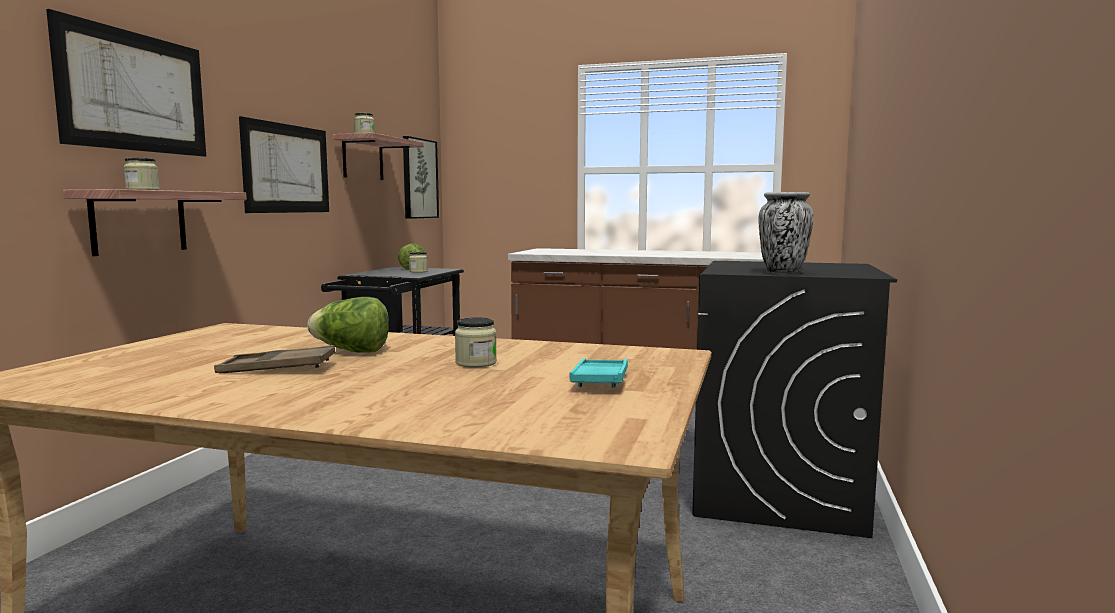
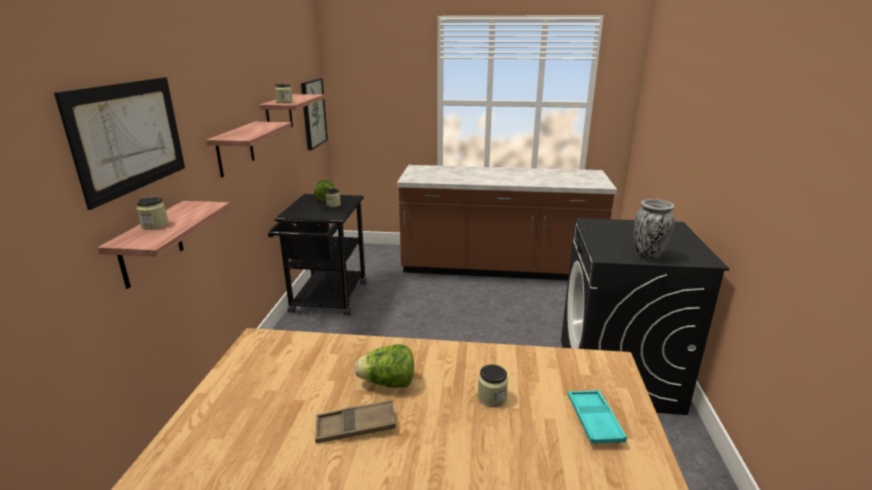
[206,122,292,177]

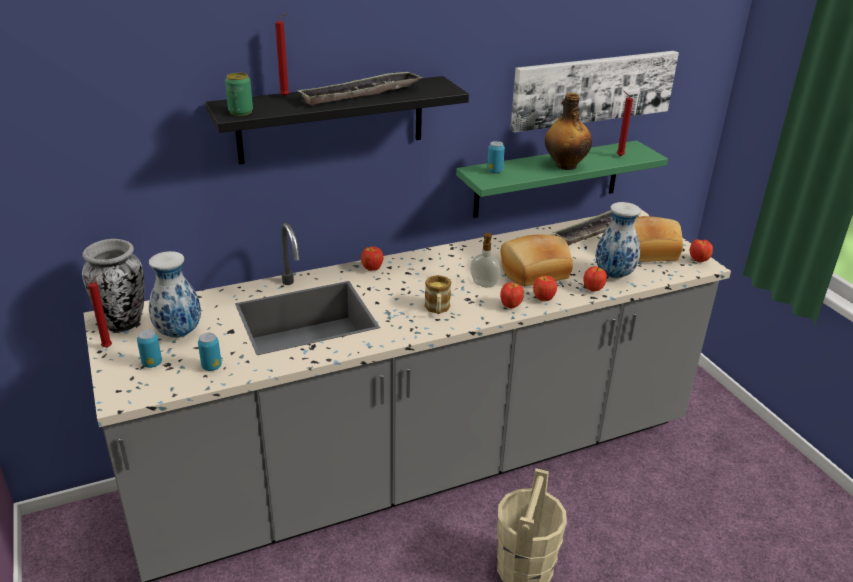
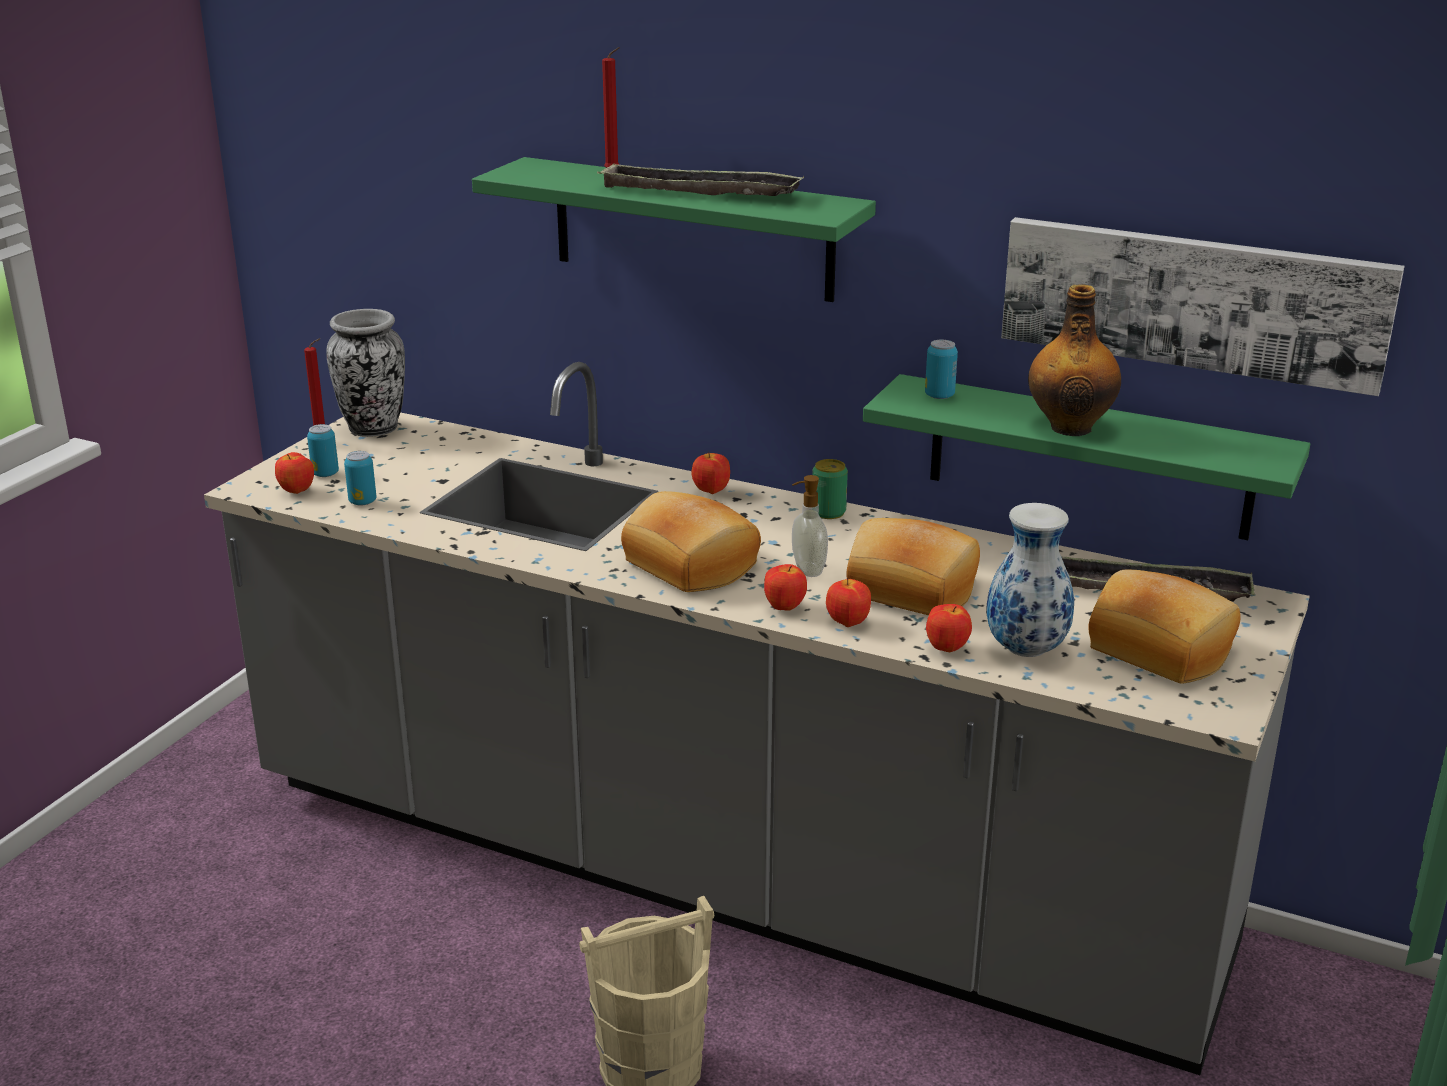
[275,452,314,494]
[472,157,876,302]
[621,491,761,592]
[812,459,848,519]
[149,251,201,338] (first image)
[617,91,633,156] (first image)

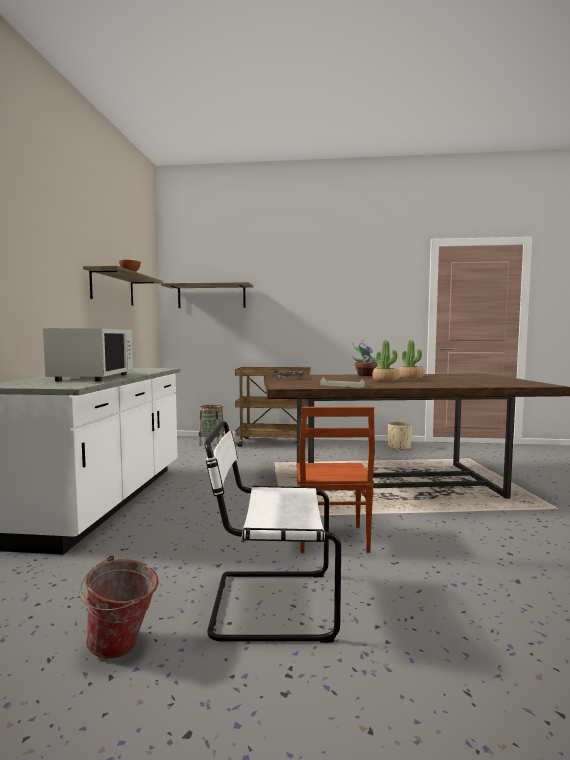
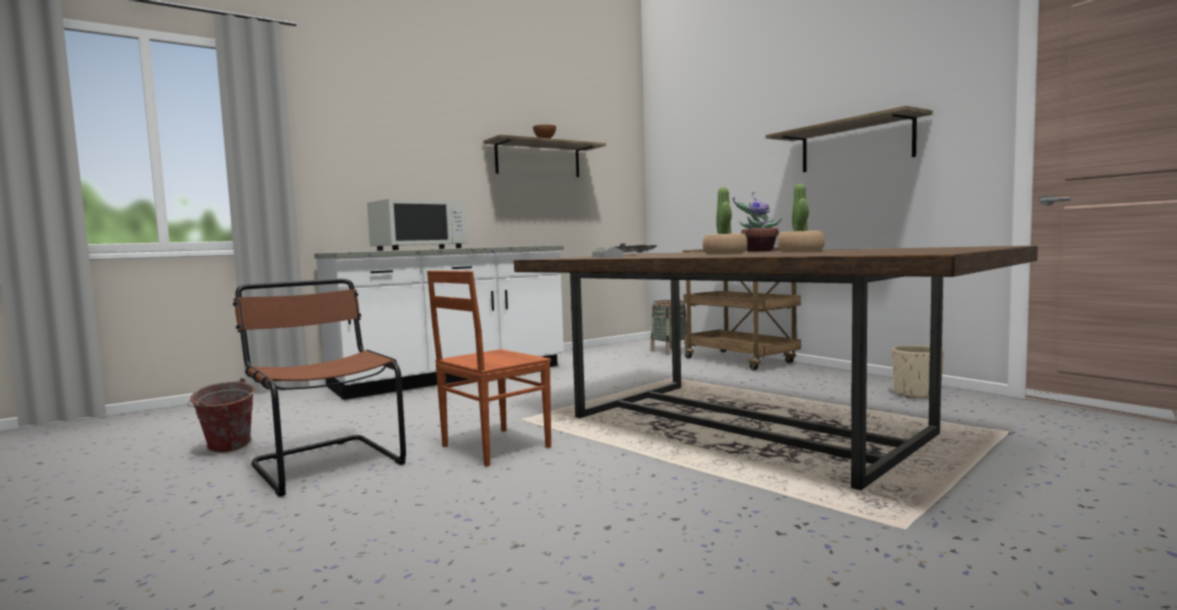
[233,278,406,497]
[766,106,933,172]

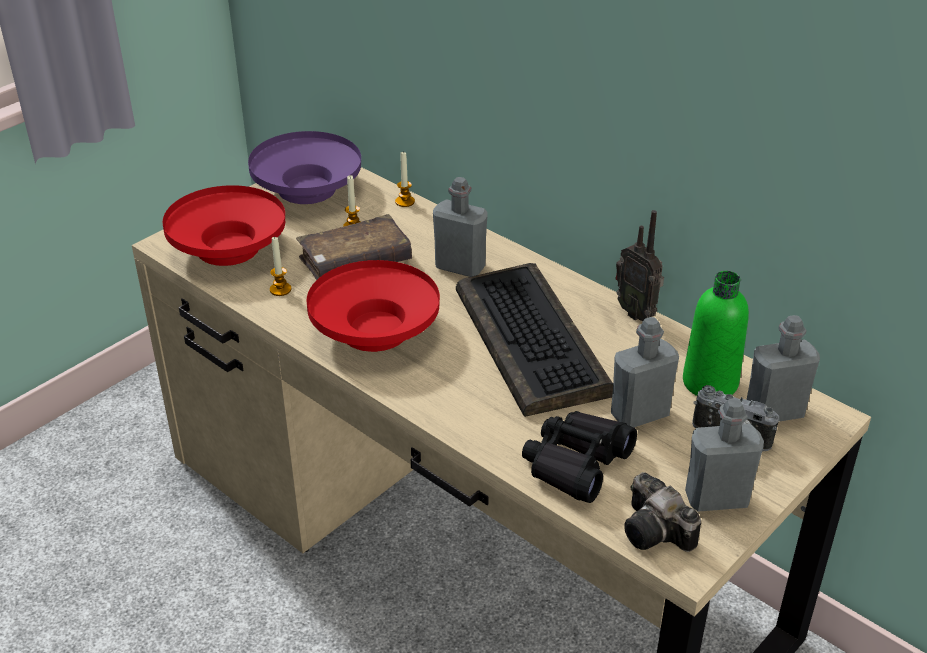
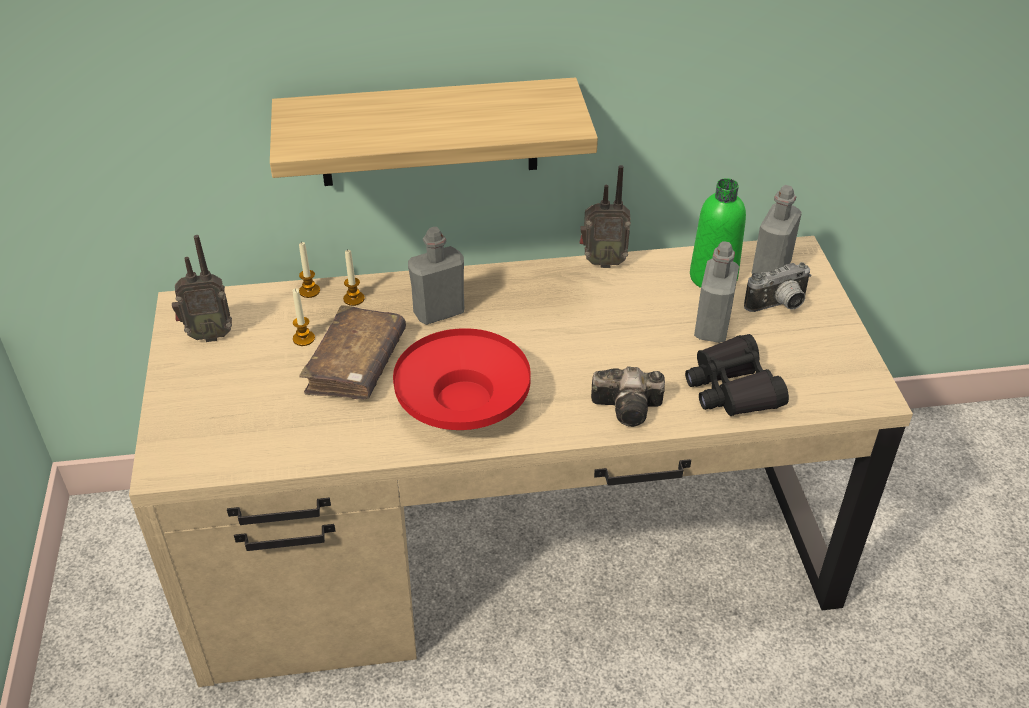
[172,235,232,342]
[270,78,598,186]
[343,249,365,306]
[591,366,665,427]
[163,185,285,266] (first image)
[456,263,613,417] (first image)
[685,399,764,512] (first image)

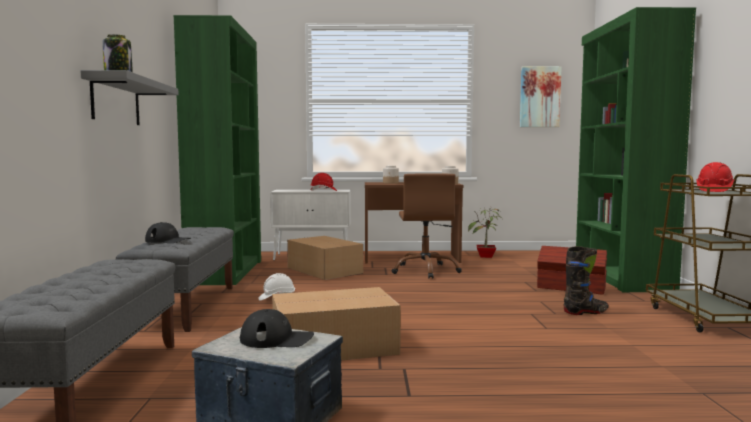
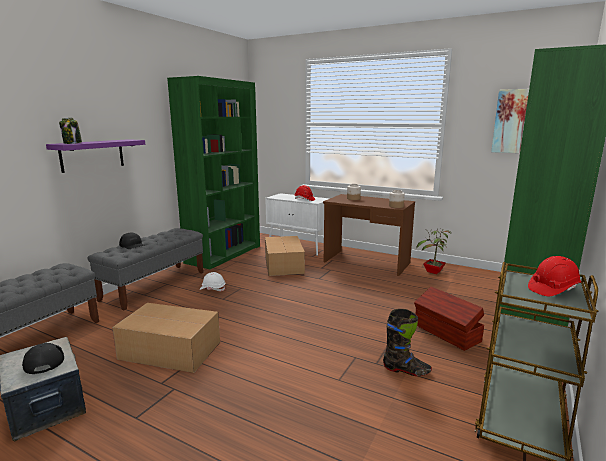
[22,343,64,374]
[46,139,145,173]
[391,173,462,279] (first image)

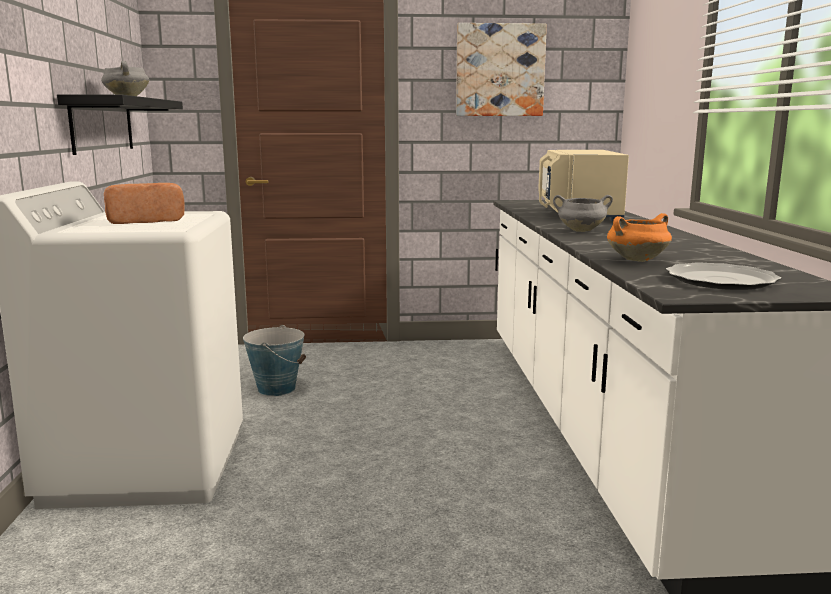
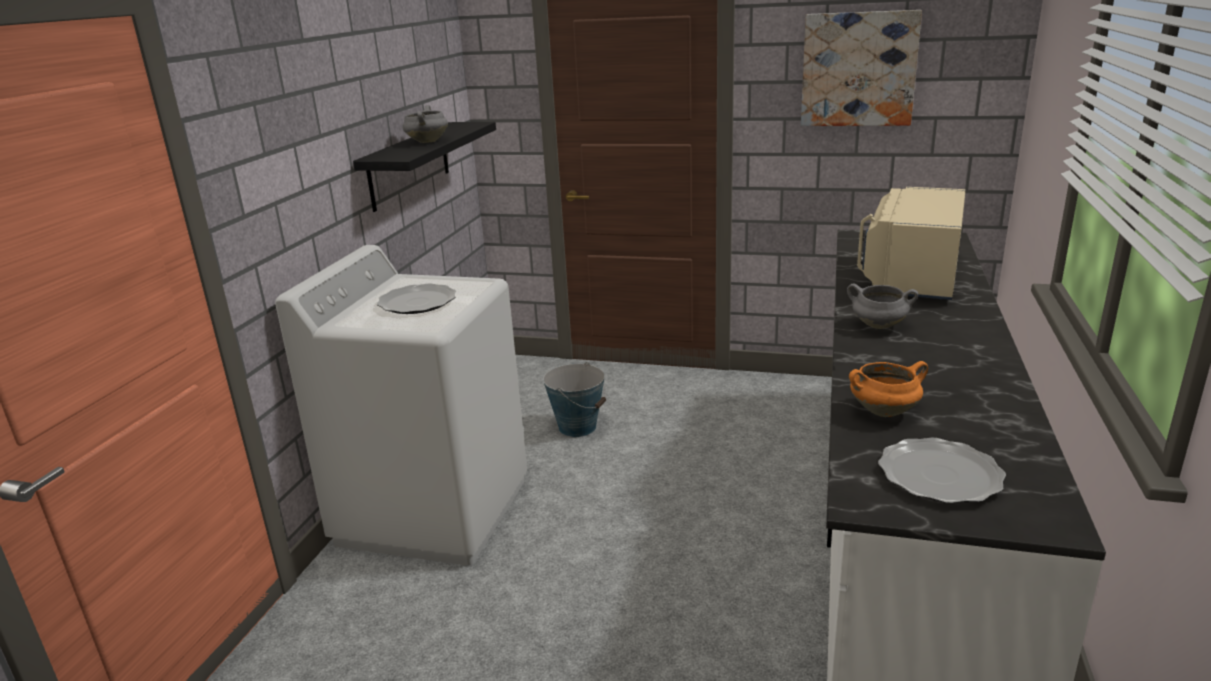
[377,283,456,314]

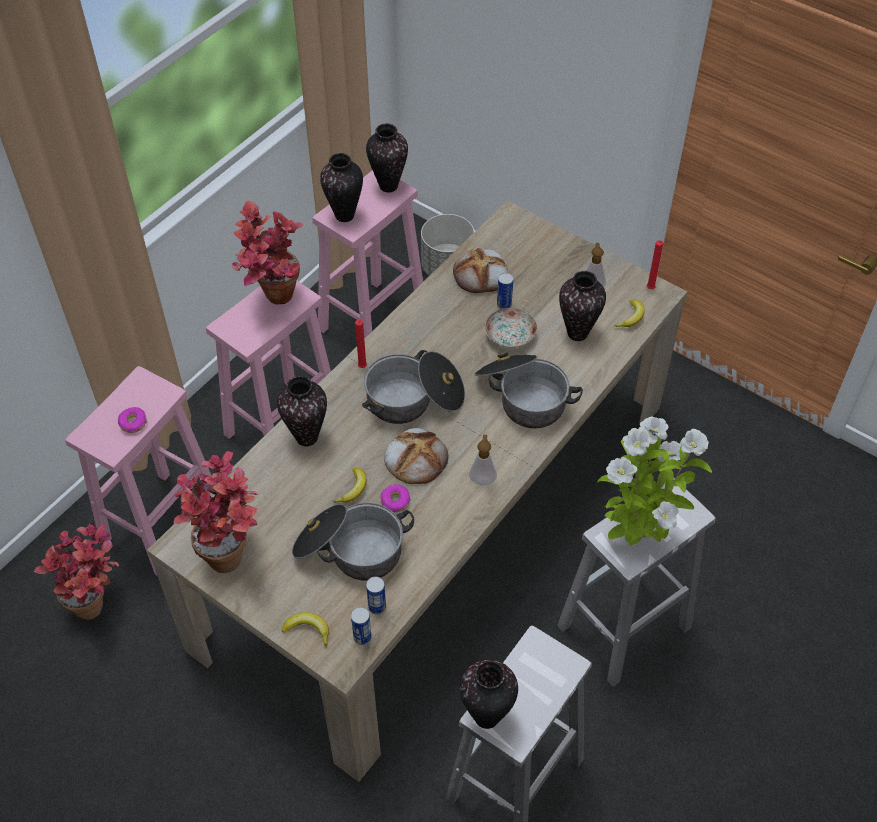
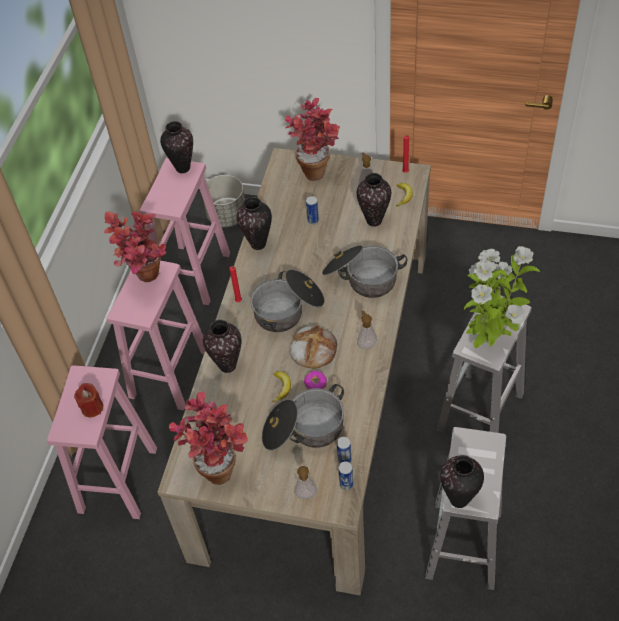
[74,383,103,417]
[237,197,272,250]
[285,98,340,181]
[294,466,317,499]
[453,248,508,293] (first image)
[485,308,537,348] (first image)

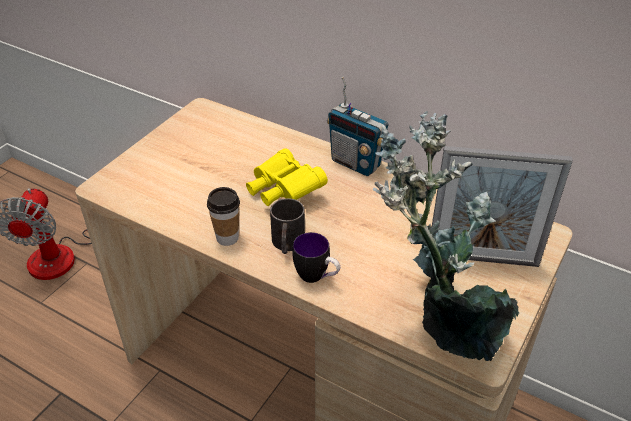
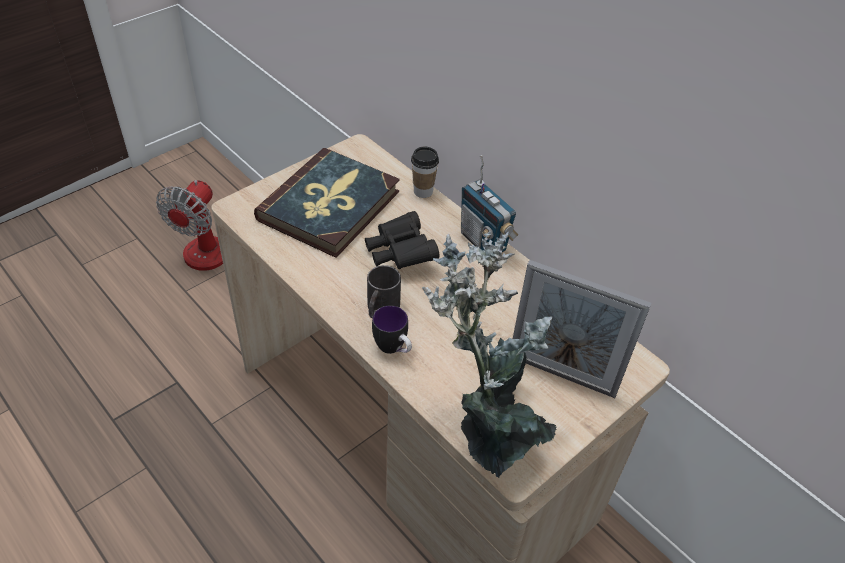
[254,148,400,258]
[365,211,440,269]
[411,147,439,198]

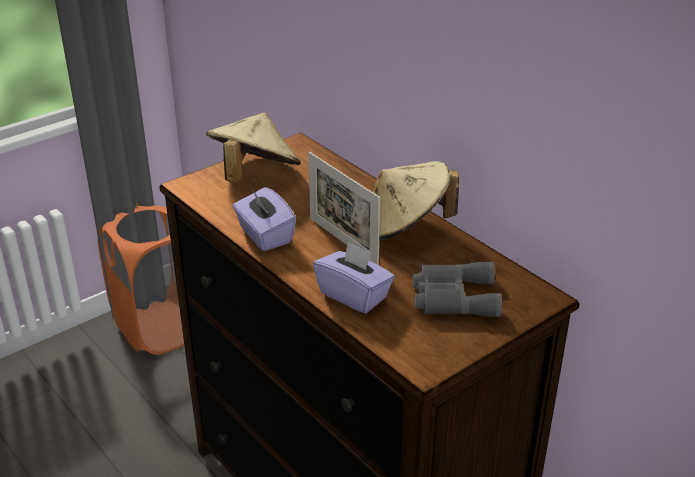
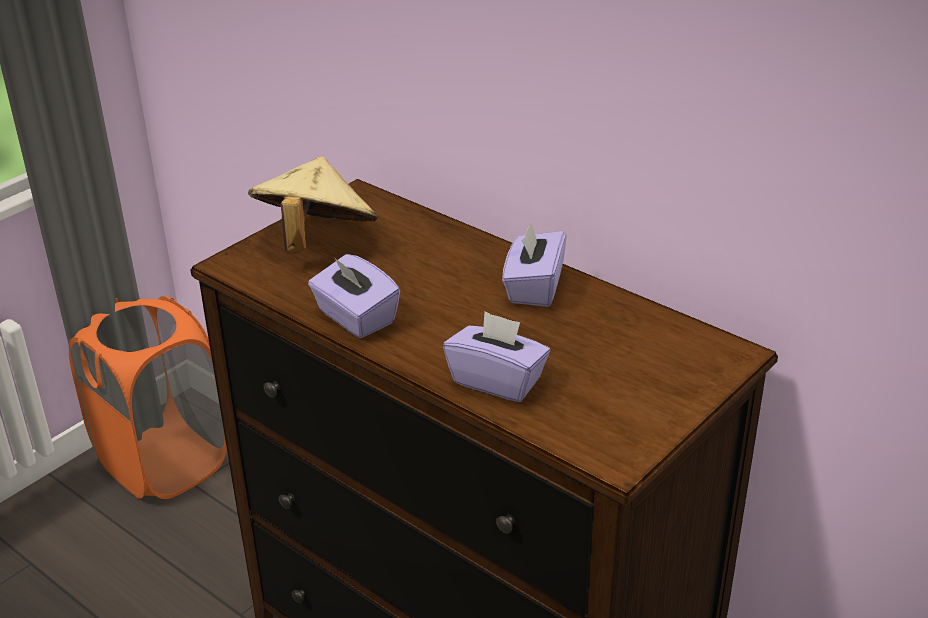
[502,223,567,307]
[308,152,380,265] (first image)
[412,262,502,317] (first image)

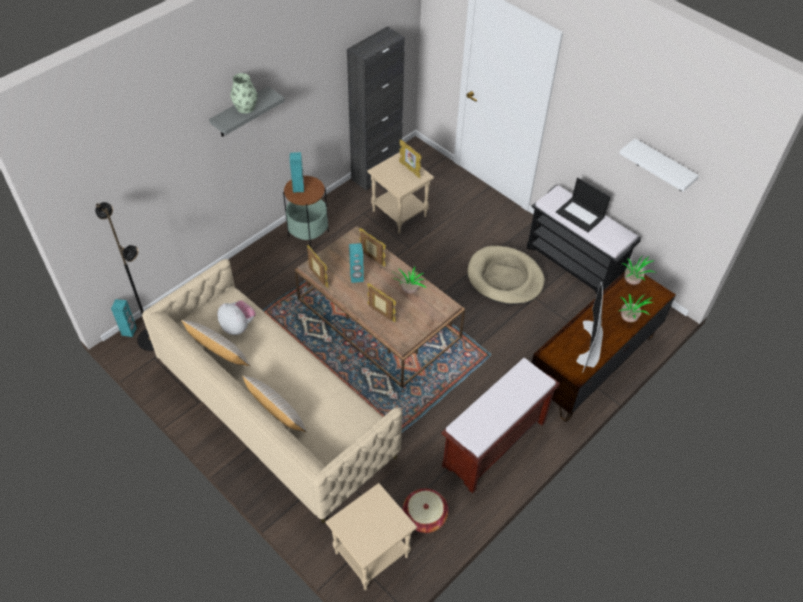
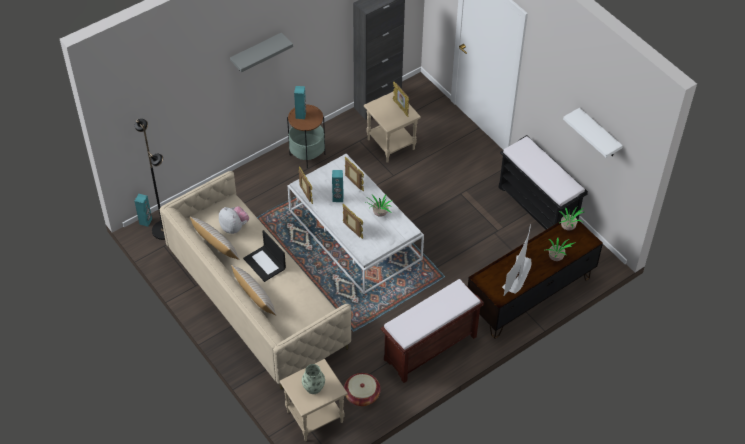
[243,230,286,282]
[288,154,424,294]
[302,364,325,394]
[467,246,545,305] (first image)

